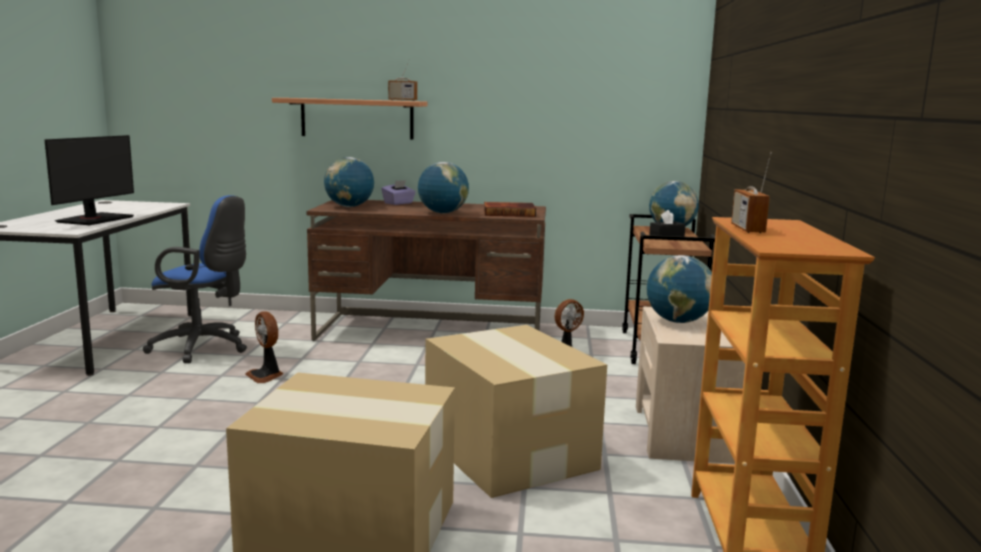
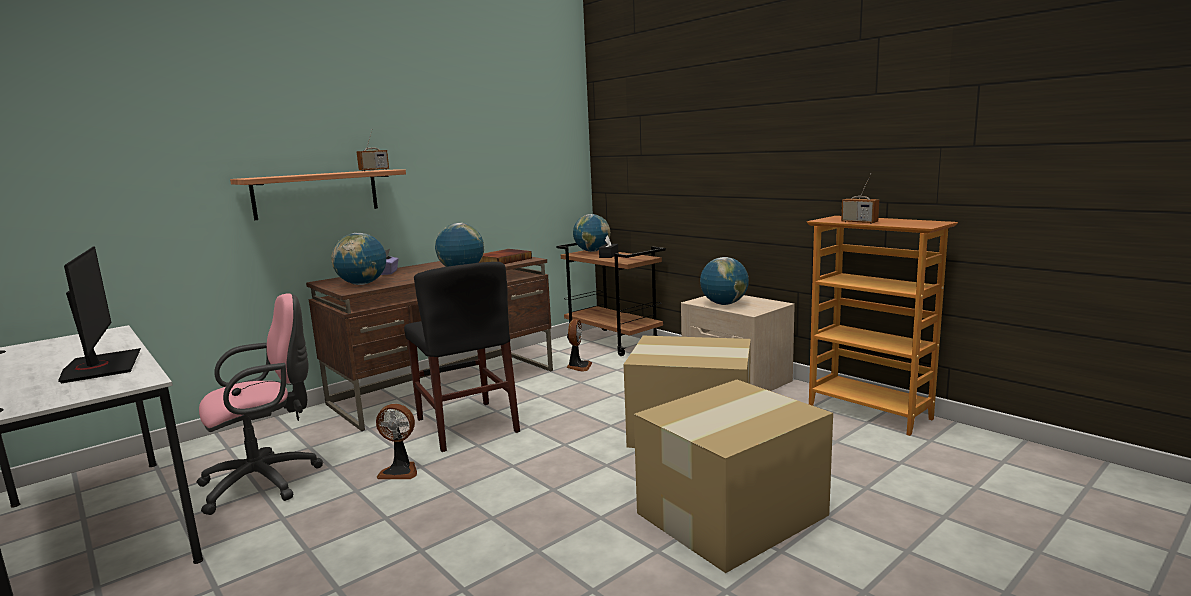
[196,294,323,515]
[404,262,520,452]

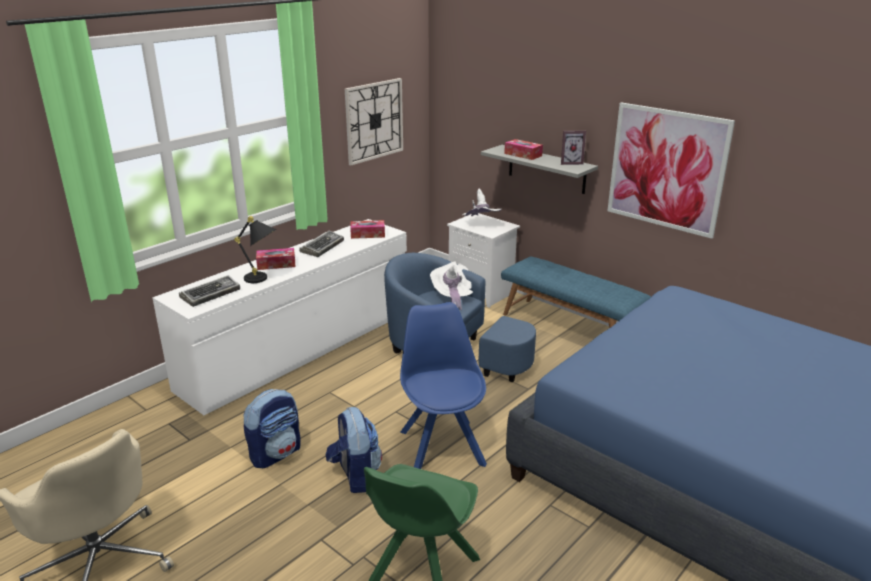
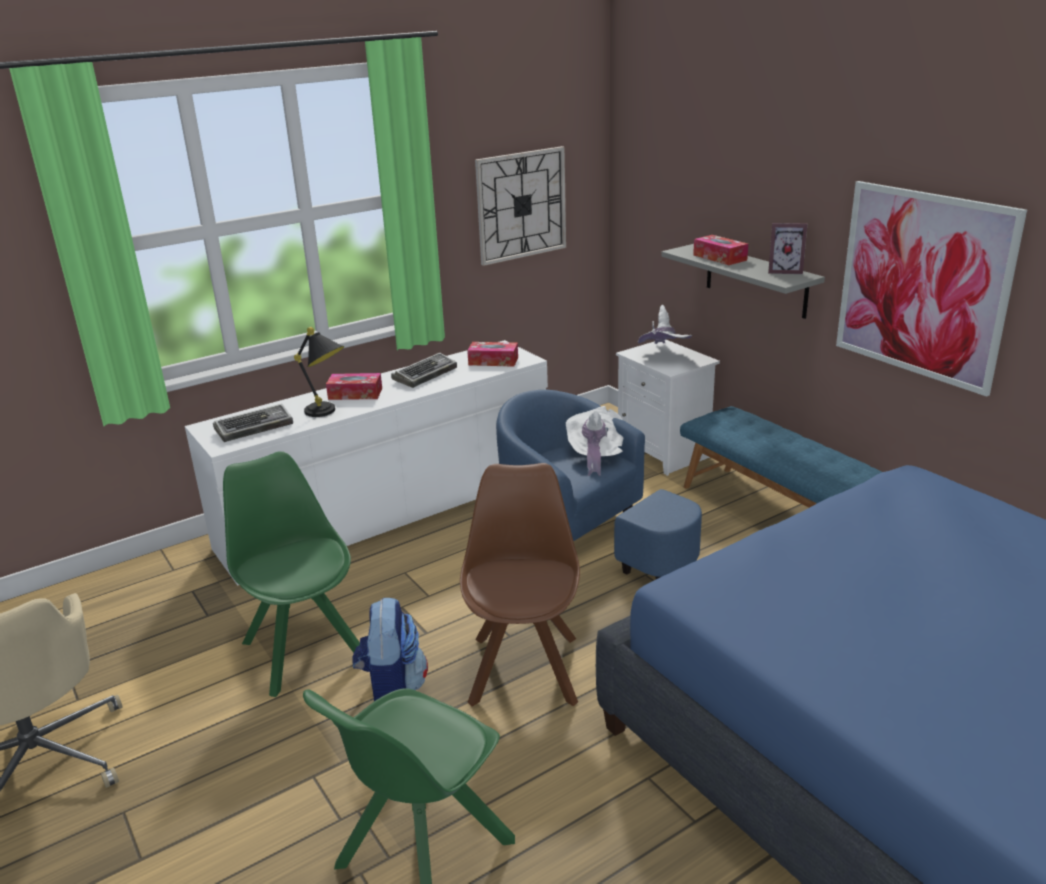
[223,451,360,697]
[460,463,580,707]

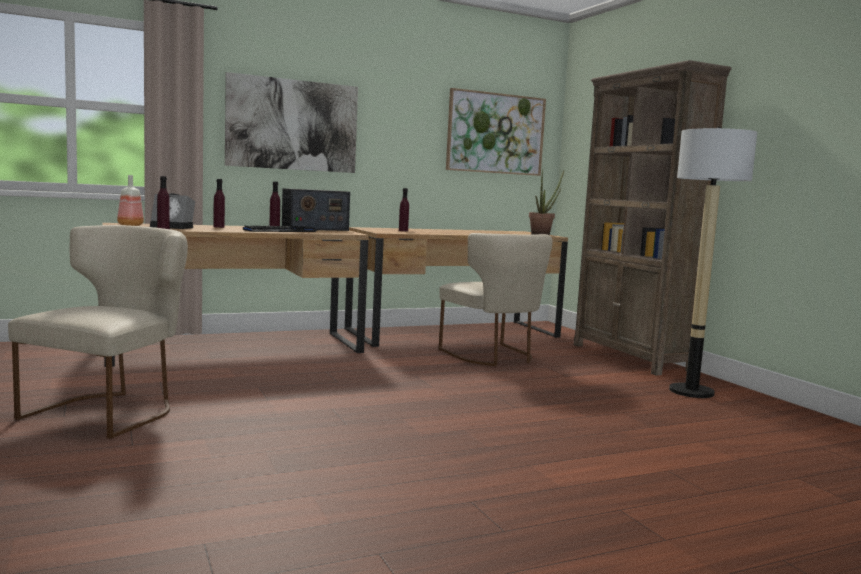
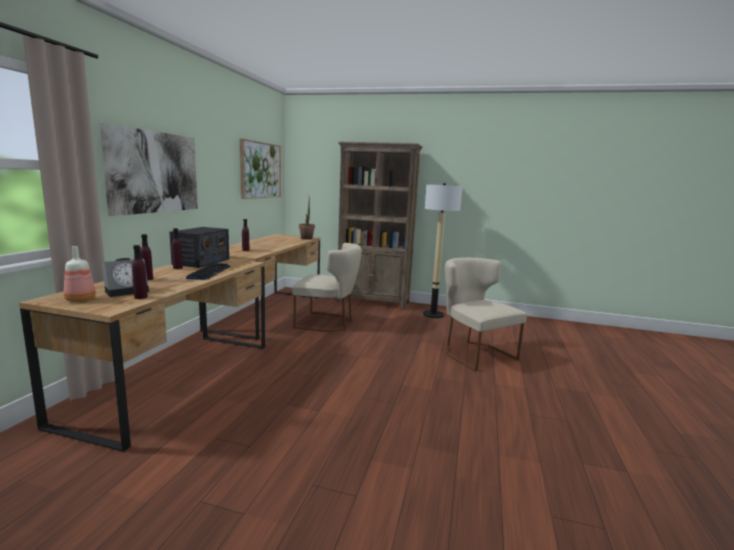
[445,258,527,371]

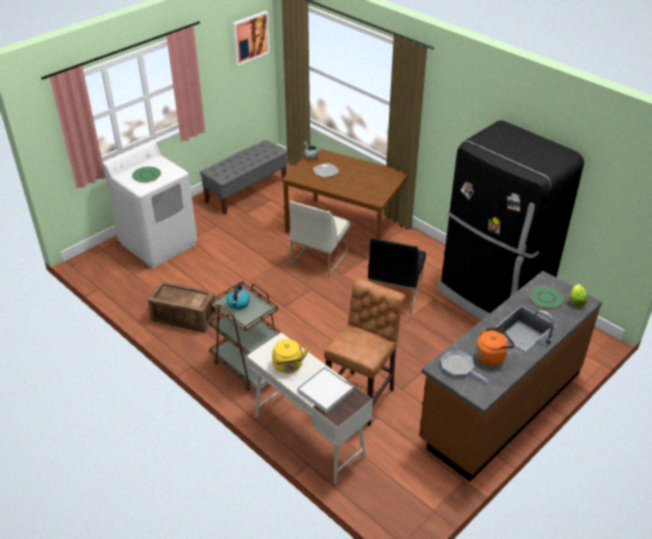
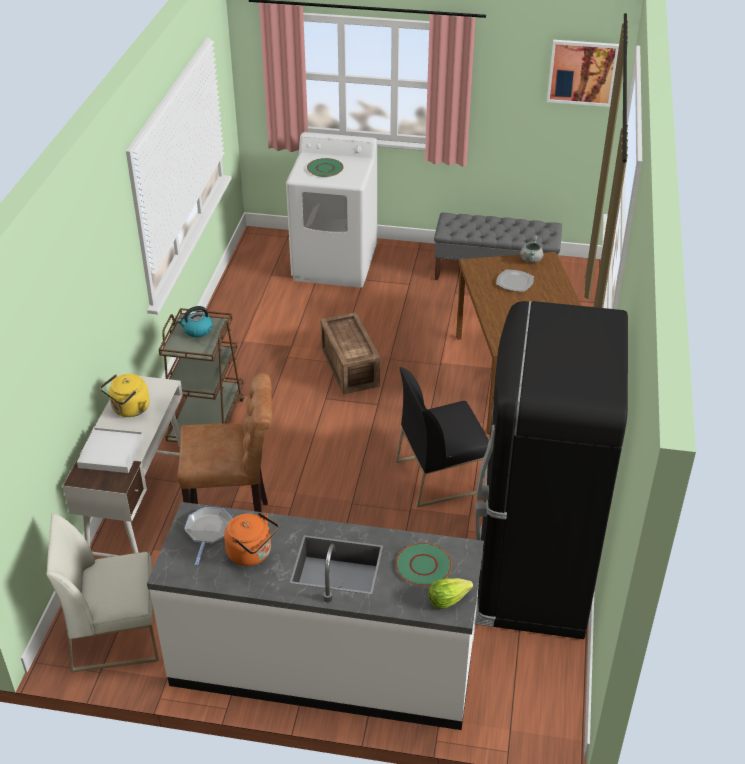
[46,513,159,673]
[147,502,484,730]
[321,312,380,394]

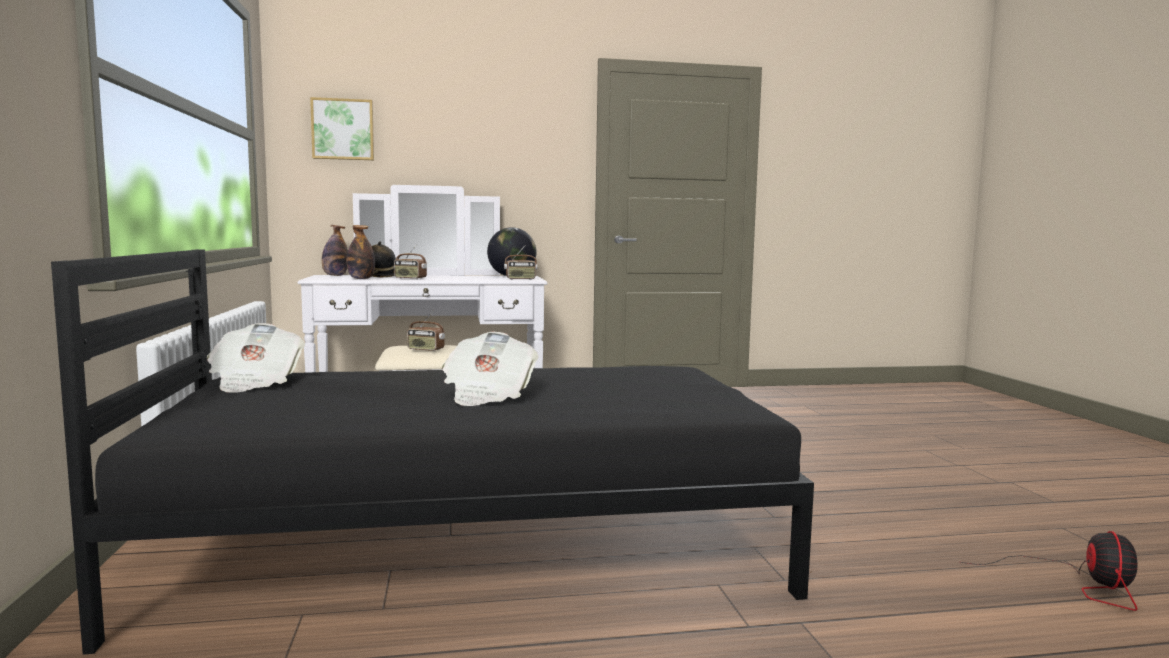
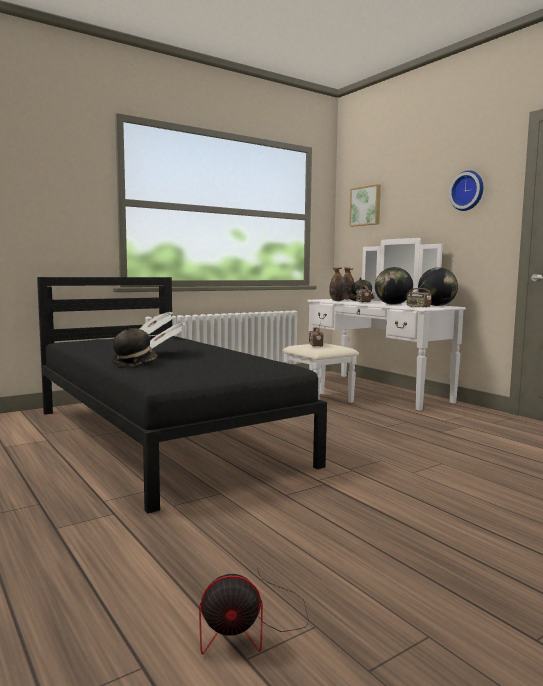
[112,325,157,366]
[375,267,413,305]
[449,170,484,211]

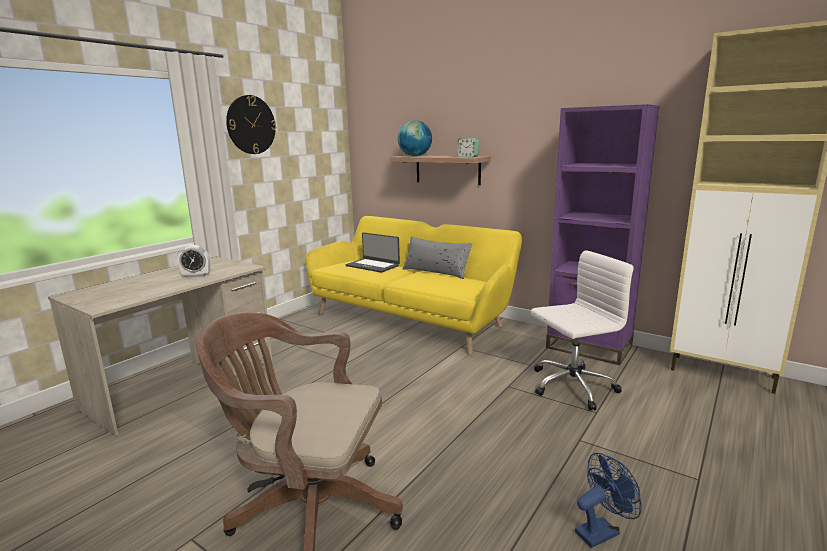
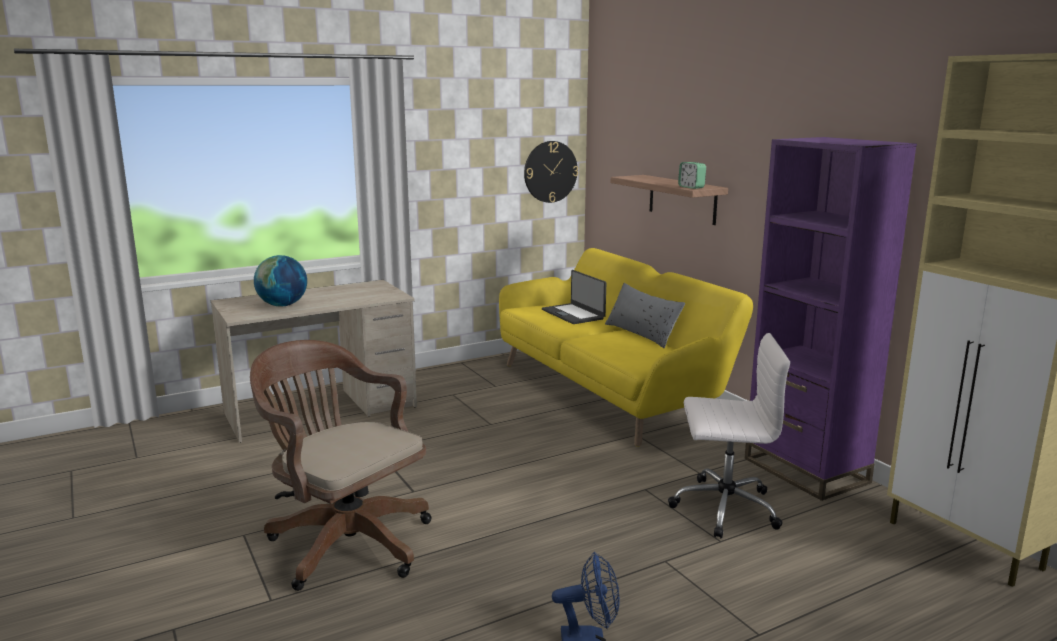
[254,255,307,307]
[524,141,578,203]
[178,245,210,277] (first image)

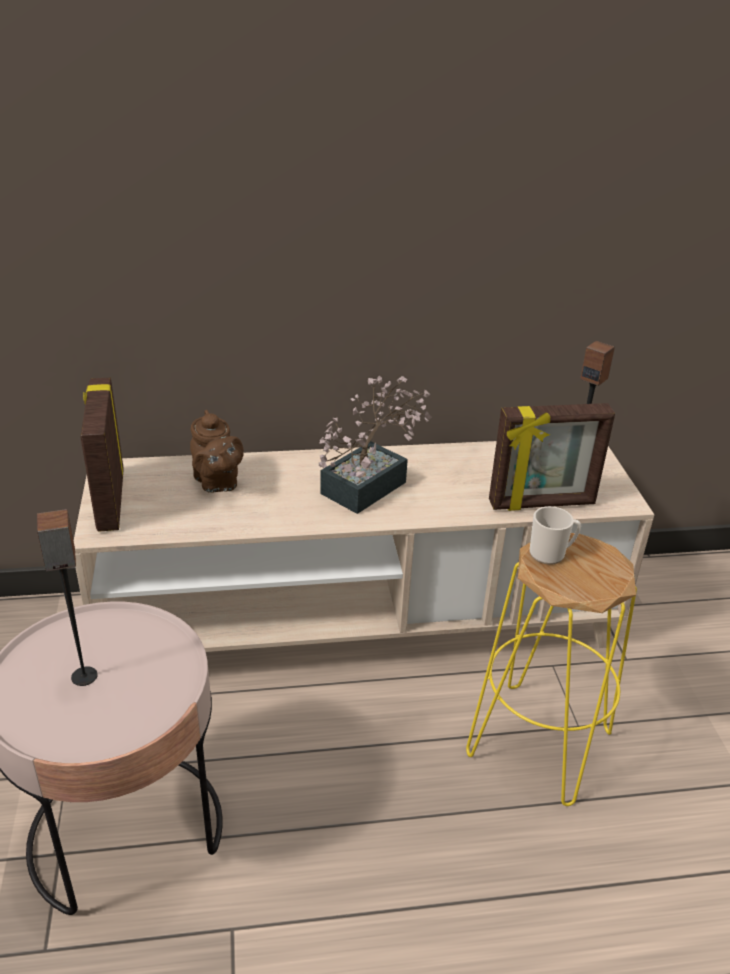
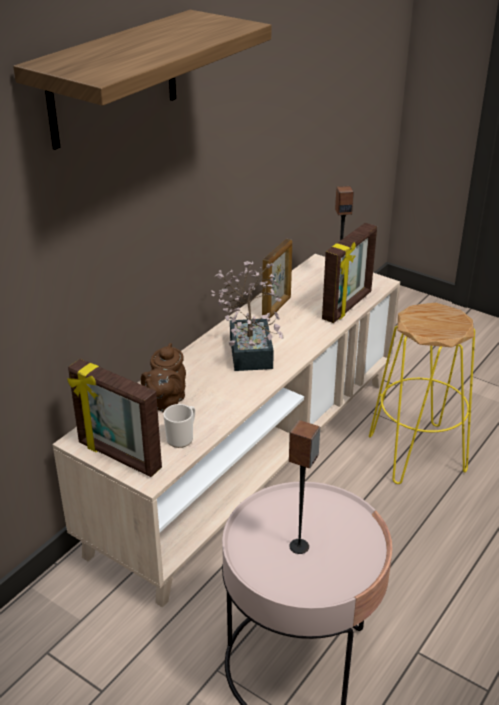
[13,10,272,150]
[141,343,186,413]
[163,404,195,448]
[262,239,292,319]

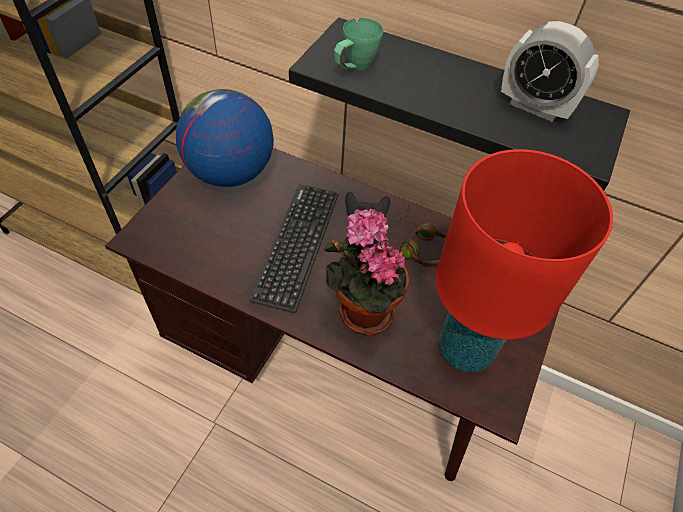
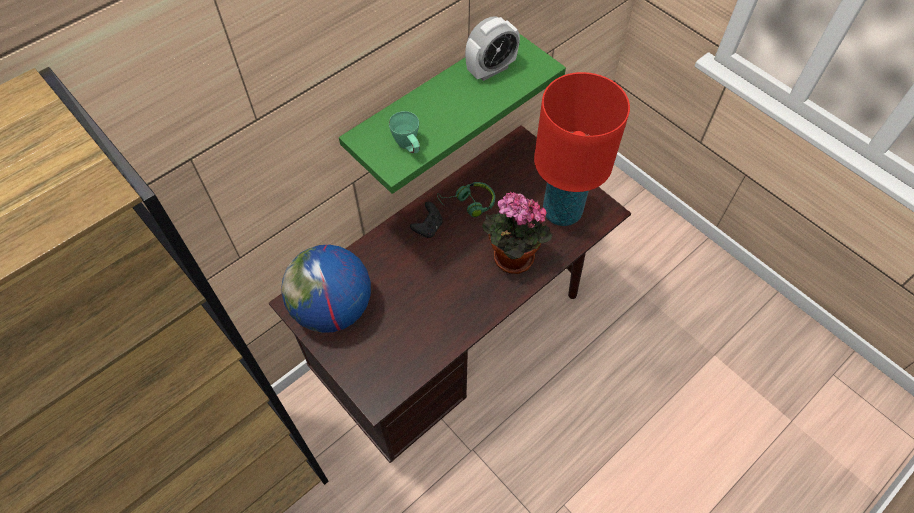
[339,34,566,194]
[437,182,495,217]
[250,184,339,313] (first image)

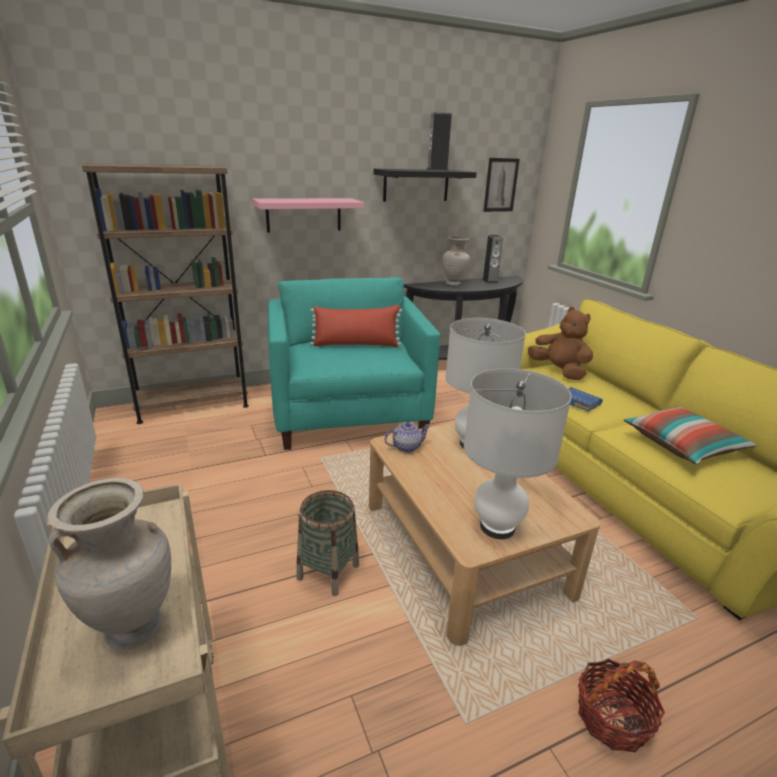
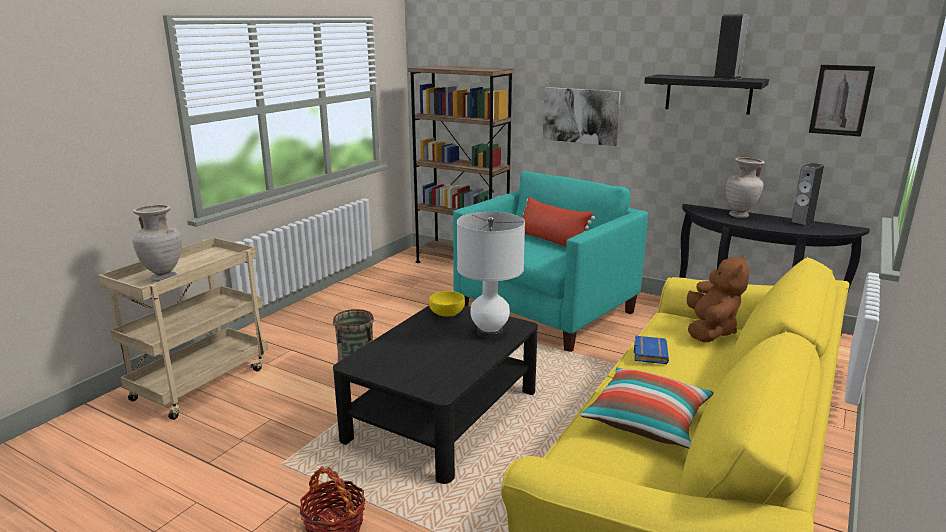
[333,306,538,484]
[429,291,465,317]
[543,87,621,146]
[464,368,572,539] (first image)

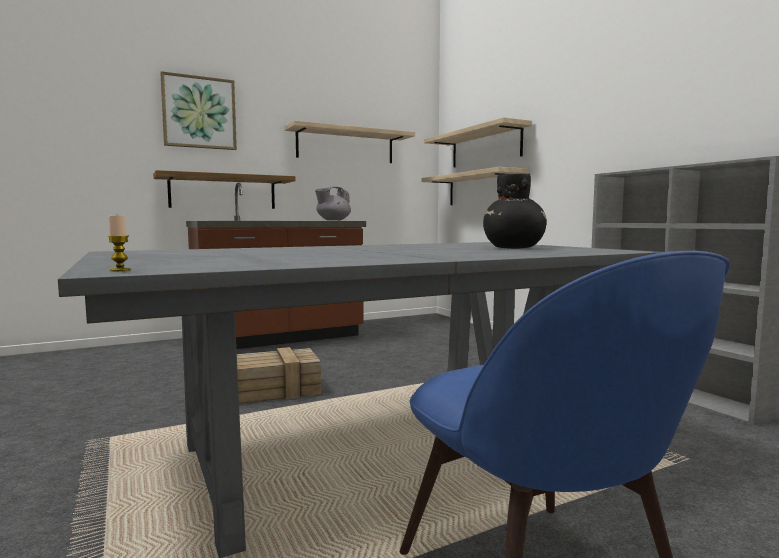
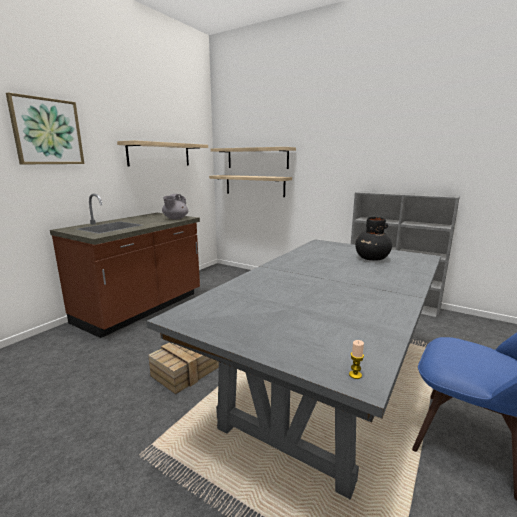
[153,170,295,209] (first image)

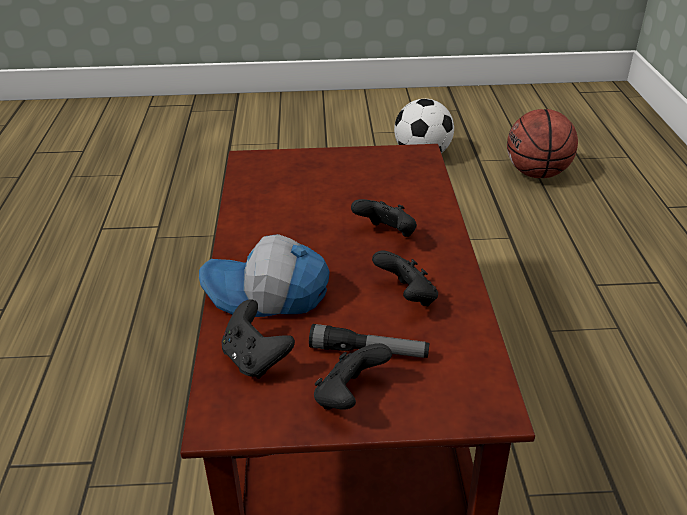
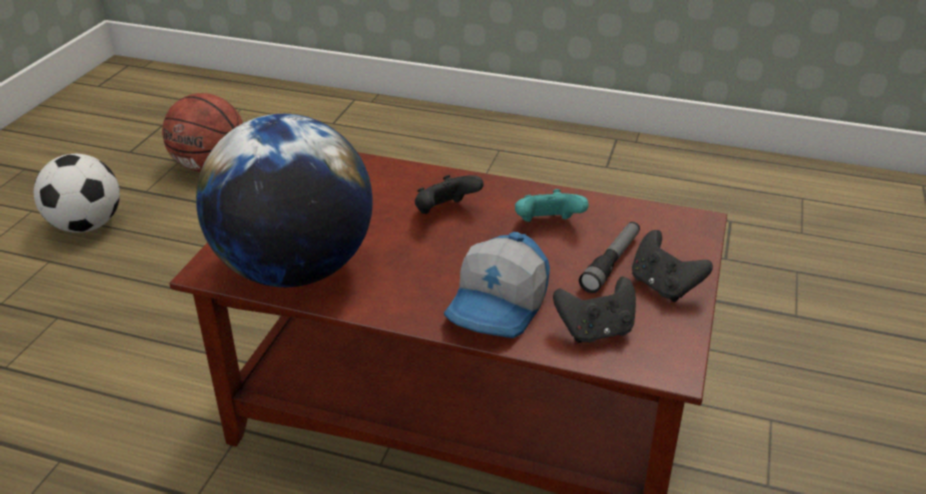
[196,114,373,287]
[515,189,589,222]

